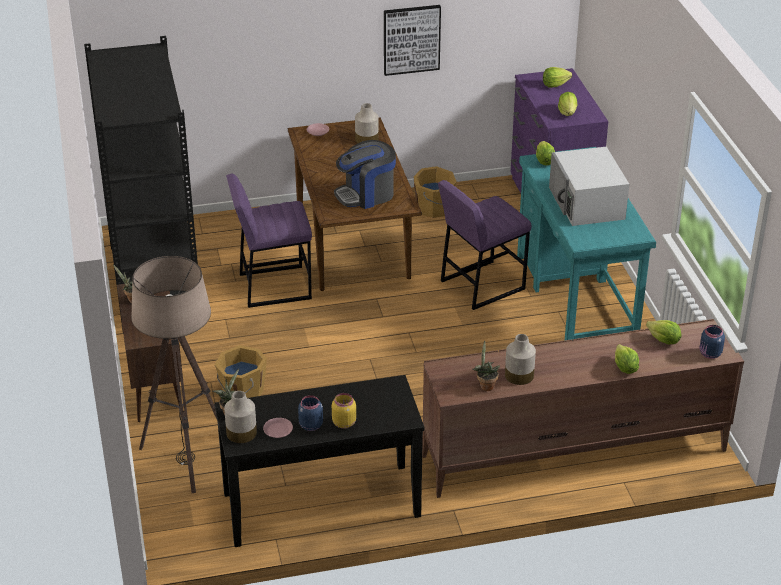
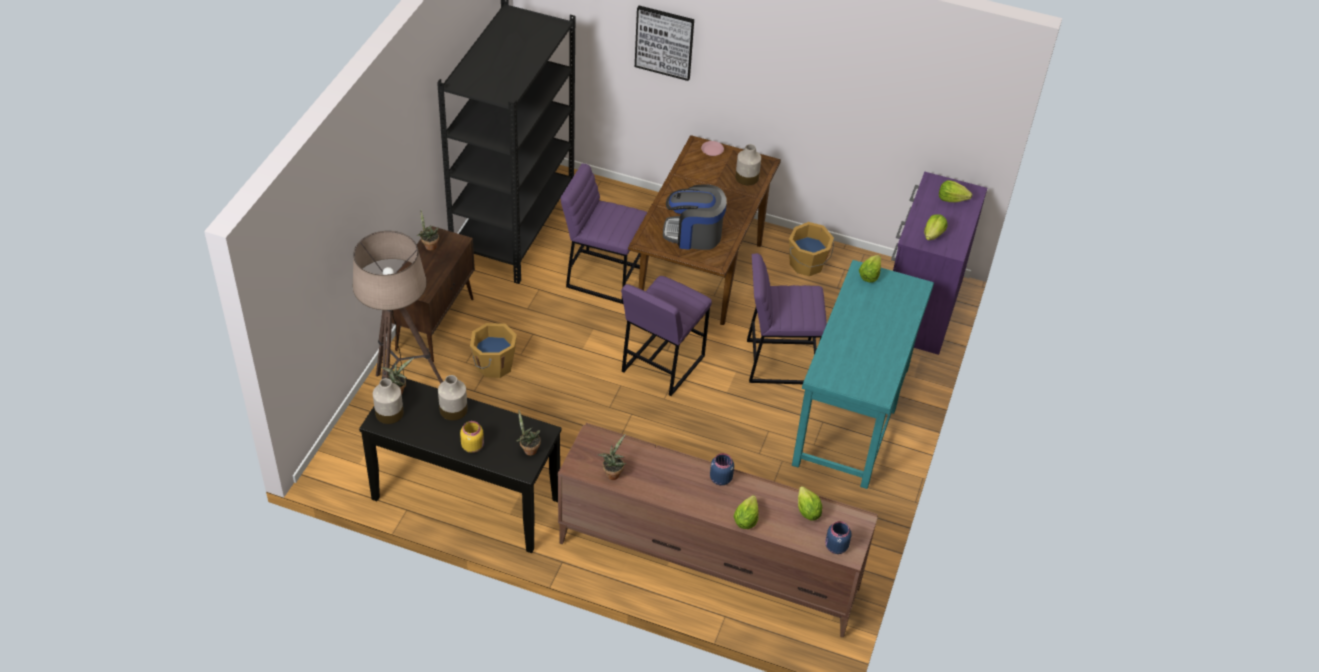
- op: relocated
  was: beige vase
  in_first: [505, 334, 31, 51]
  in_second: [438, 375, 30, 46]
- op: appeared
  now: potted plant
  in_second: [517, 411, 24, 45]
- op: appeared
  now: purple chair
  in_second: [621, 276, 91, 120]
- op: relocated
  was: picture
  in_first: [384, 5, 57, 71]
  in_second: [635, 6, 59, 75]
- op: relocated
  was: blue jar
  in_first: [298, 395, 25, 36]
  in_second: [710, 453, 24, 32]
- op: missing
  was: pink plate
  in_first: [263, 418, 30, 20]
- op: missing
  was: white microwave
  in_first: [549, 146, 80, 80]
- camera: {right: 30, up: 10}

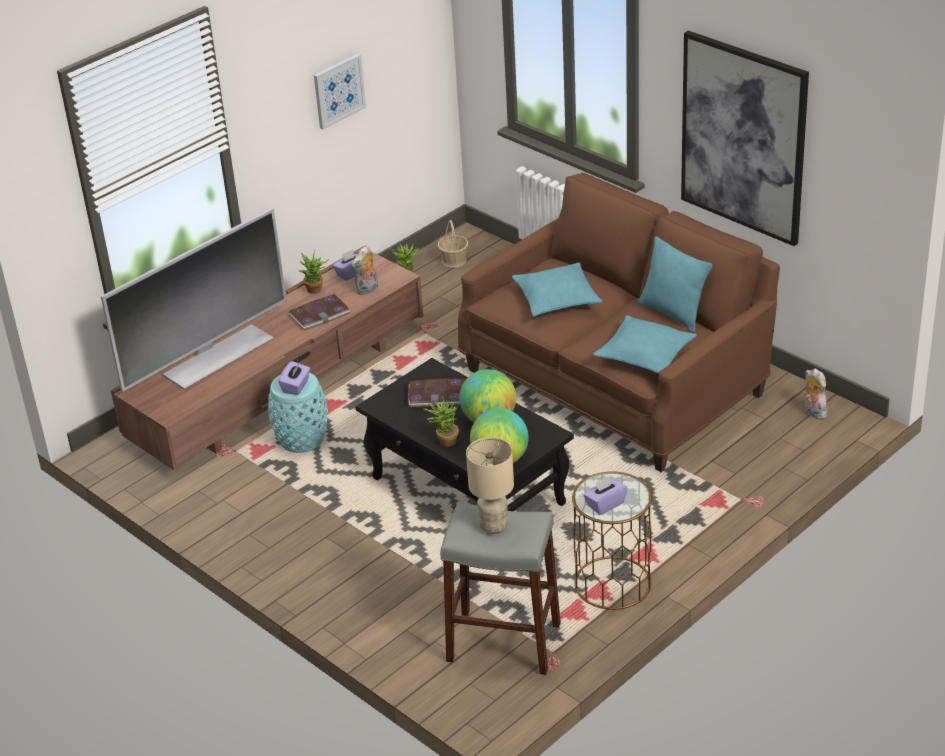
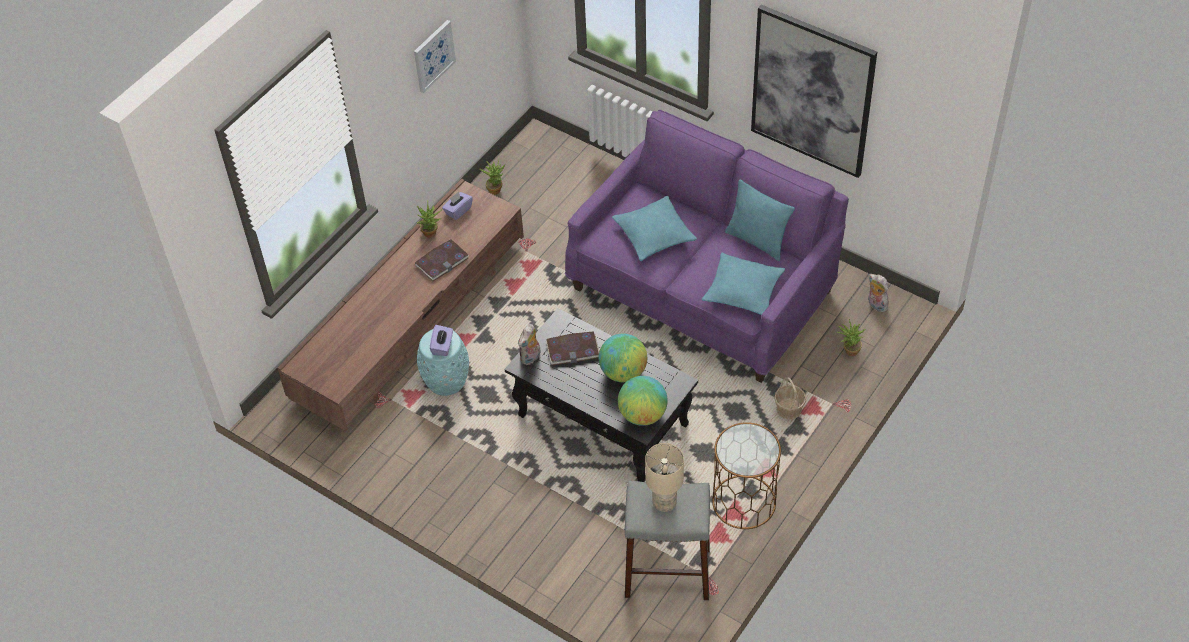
- op: relocated
  was: plush toy
  in_first: [352, 246, 26, 49]
  in_second: [518, 324, 23, 41]
- op: colour
  was: brown sofa
  now: purple sofa
  in_first: [458, 173, 322, 299]
  in_second: [565, 110, 284, 273]
- op: relocated
  was: basket
  in_first: [438, 220, 30, 48]
  in_second: [774, 377, 32, 43]
- op: relocated
  was: potted plant
  in_first: [423, 395, 36, 52]
  in_second: [837, 319, 28, 37]
- op: missing
  was: television
  in_first: [101, 208, 186, 184]
- op: missing
  was: purple tissue box
  in_first: [583, 476, 45, 39]
- camera: {right: -10, up: 15}

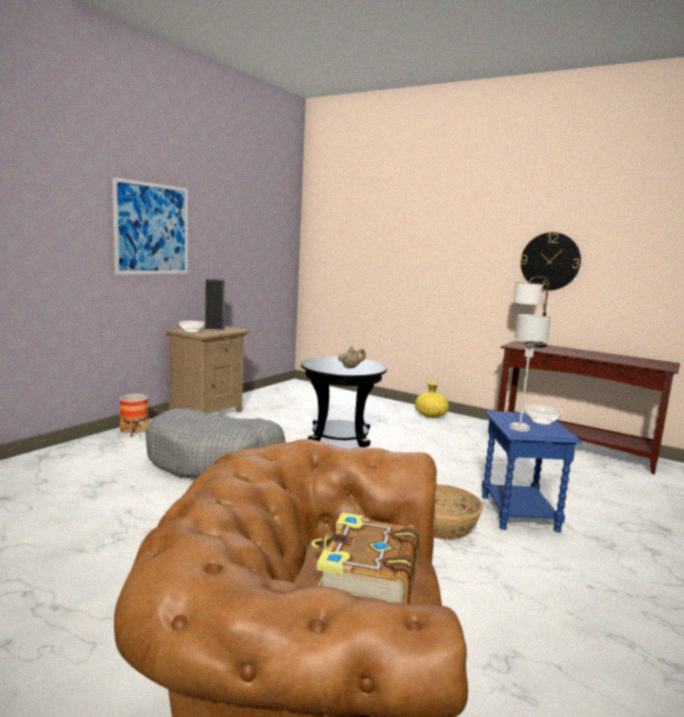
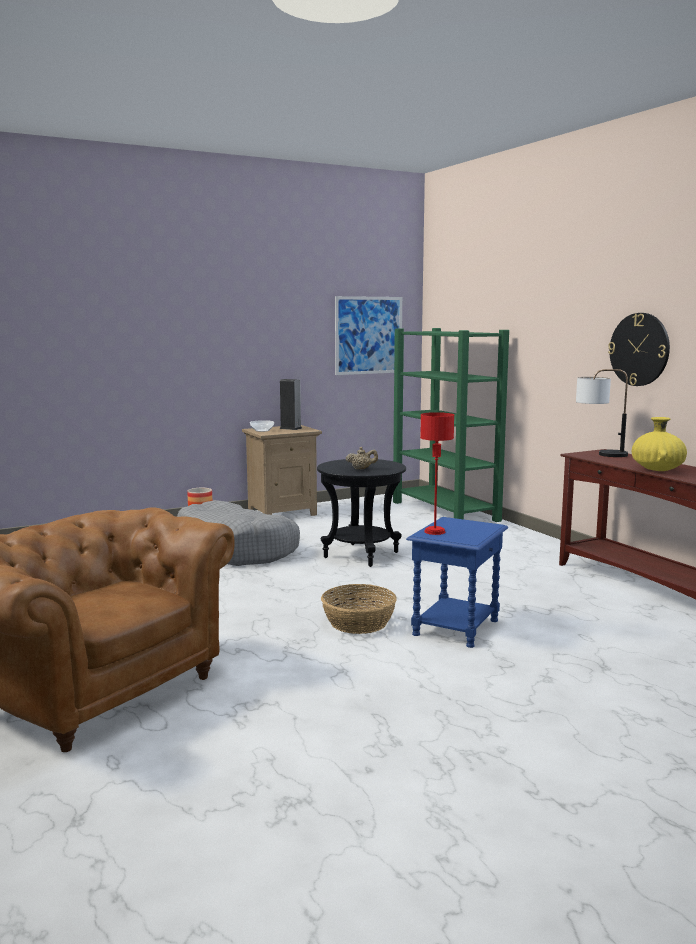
- op: relocated
  was: picture
  in_first: [112, 177, 76, 98]
  in_second: [335, 296, 67, 79]
- op: appeared
  now: green bookcase
  in_second: [393, 328, 116, 194]
- op: colour
  was: grey table lamp
  now: red table lamp
  in_first: [509, 314, 42, 118]
  in_second: [420, 412, 34, 123]
- op: relocated
  was: yellow vase
  in_first: [415, 382, 34, 36]
  in_second: [632, 417, 55, 54]
- op: missing
  was: book
  in_first: [311, 512, 109, 92]
- op: missing
  was: bowl
  in_first: [525, 405, 37, 20]
- camera: {right: 30, up: 0}

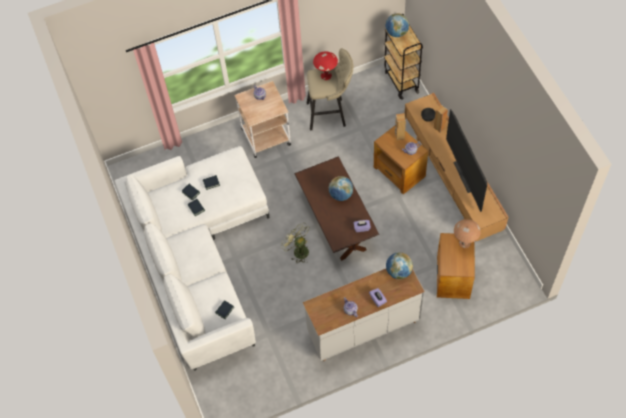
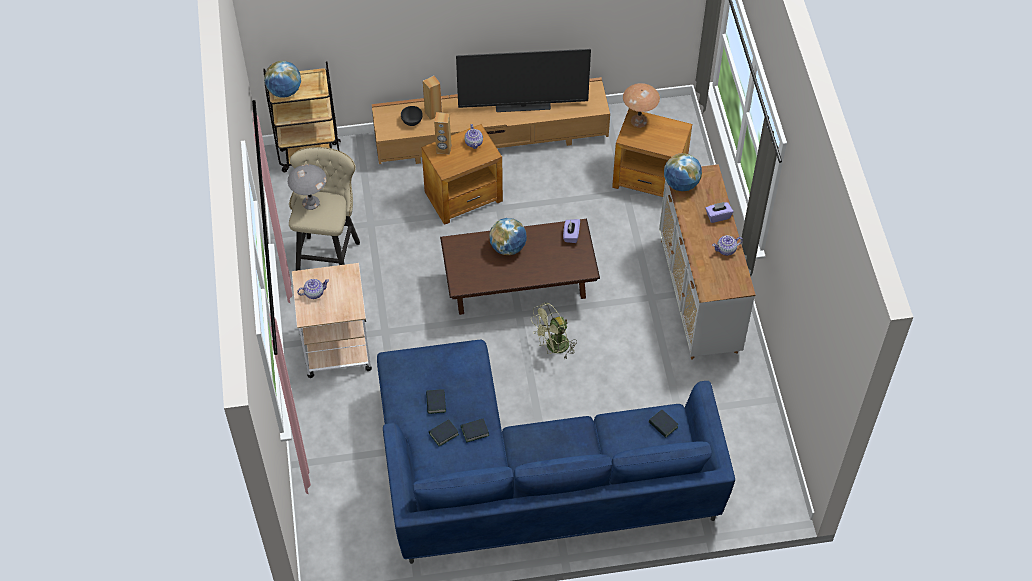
- op: colour
  was: red table lamp
  now: grey table lamp
  in_first: [313, 51, 25, 29]
  in_second: [288, 164, 39, 46]
- op: colour
  was: white sofa
  now: blue sofa
  in_first: [115, 146, 155, 225]
  in_second: [377, 340, 358, 224]
- camera: {right: -80, up: -5}

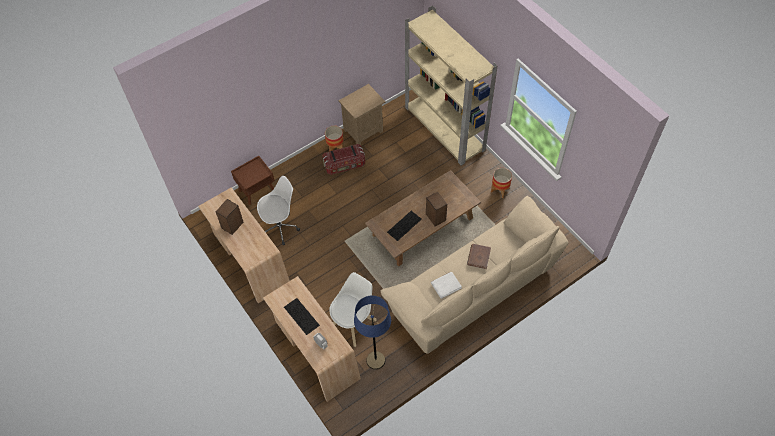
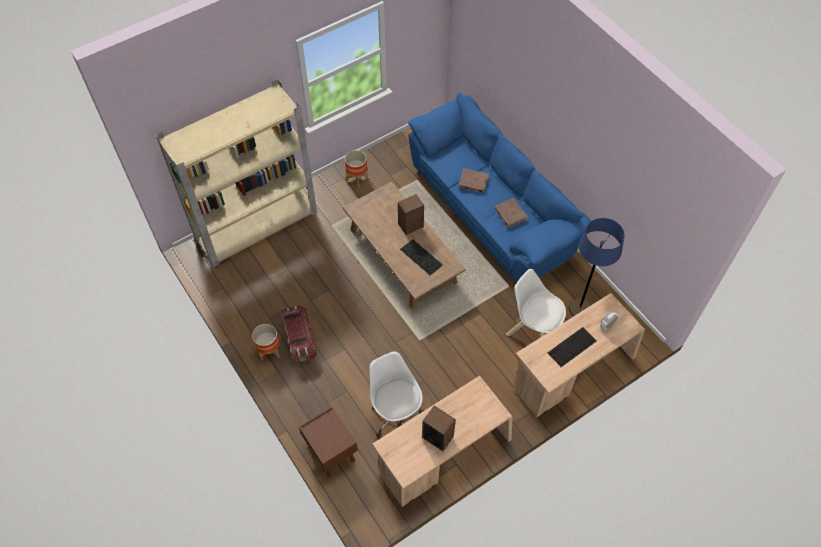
- op: colour
  was: beige sofa
  now: blue sofa
  in_first: [381, 196, 188, 158]
  in_second: [408, 92, 183, 191]
- op: colour
  was: white book
  now: brown book
  in_first: [431, 272, 31, 27]
  in_second: [495, 198, 33, 30]
- op: missing
  was: beige nightstand
  in_first: [338, 84, 47, 61]
- camera: {right: -90, up: 0}

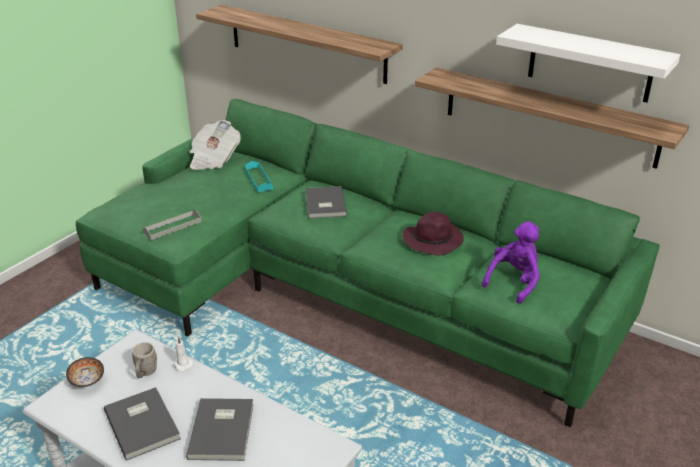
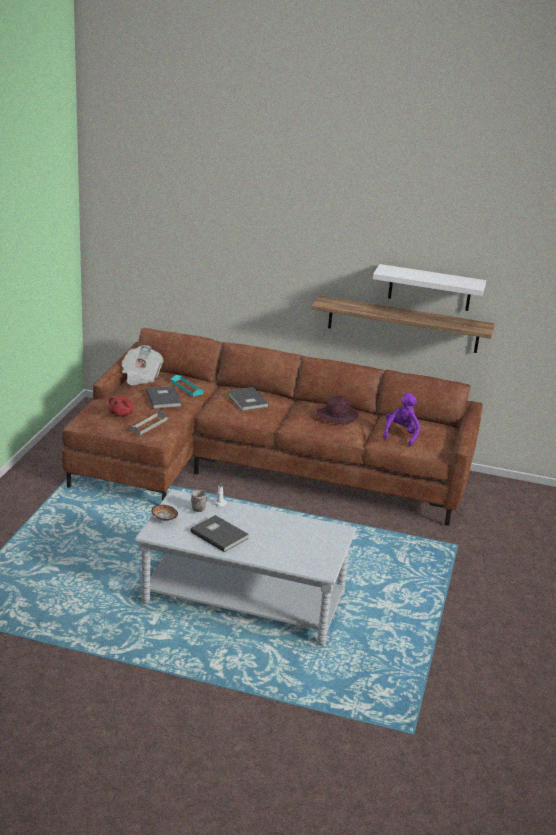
- op: colour
  was: green sofa
  now: brown sofa
  in_first: [76, 99, 584, 328]
  in_second: [62, 328, 421, 198]
- op: appeared
  now: red plush toy
  in_second: [108, 396, 26, 21]
- op: relocated
  was: grey book
  in_first: [186, 398, 68, 63]
  in_second: [146, 386, 36, 23]
- op: missing
  was: shelf
  in_first: [196, 5, 207, 79]
- camera: {right: -20, up: -5}

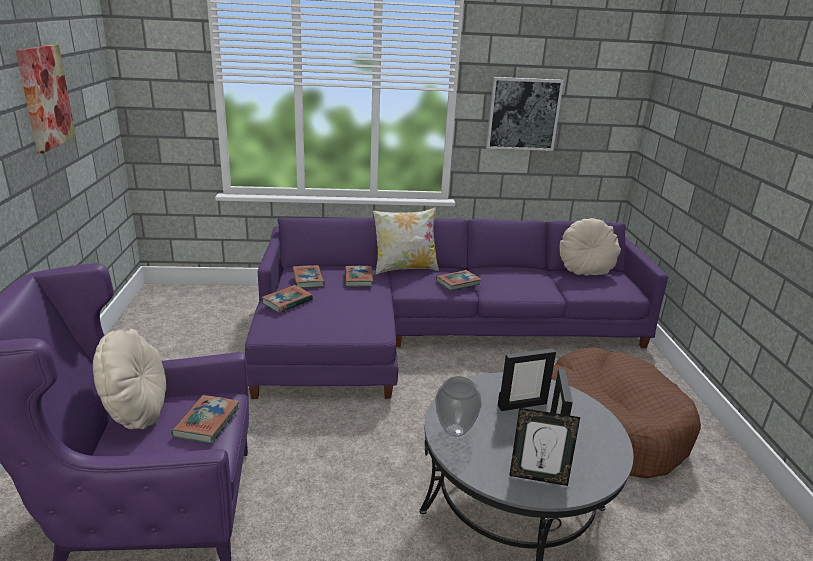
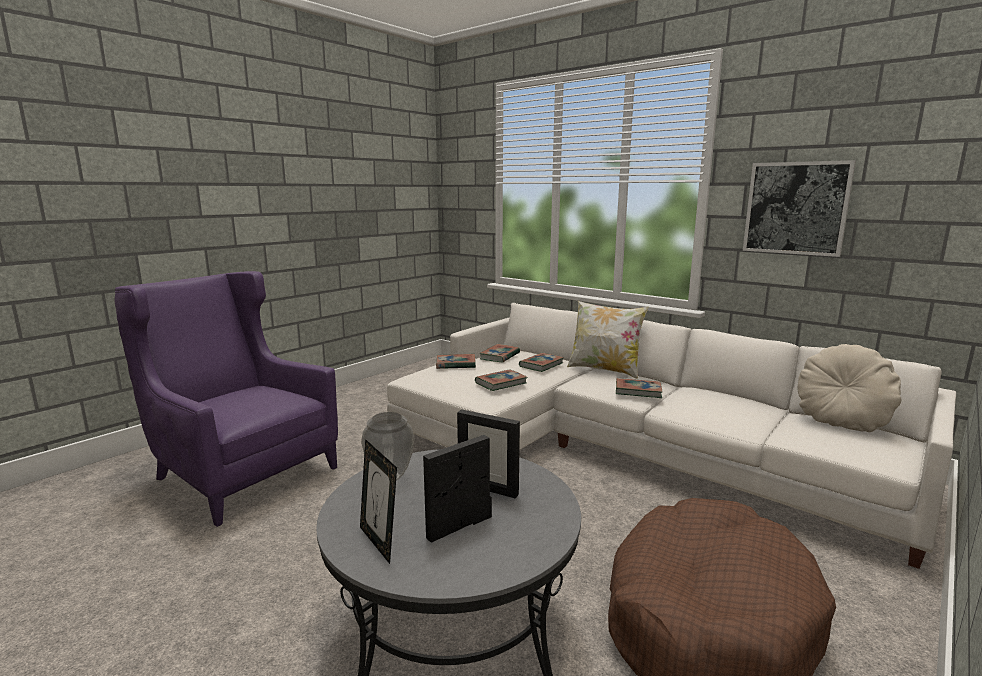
- op: colour
  was: purple sofa
  now: white sofa
  in_first: [245, 217, 423, 182]
  in_second: [387, 303, 569, 266]
- op: relocated
  was: book
  in_first: [171, 395, 69, 49]
  in_second: [475, 369, 52, 22]
- op: missing
  was: picture
  in_first: [15, 45, 61, 108]
- op: missing
  was: beige pillow
  in_first: [93, 329, 74, 100]
- camera: {right: 45, up: -10}

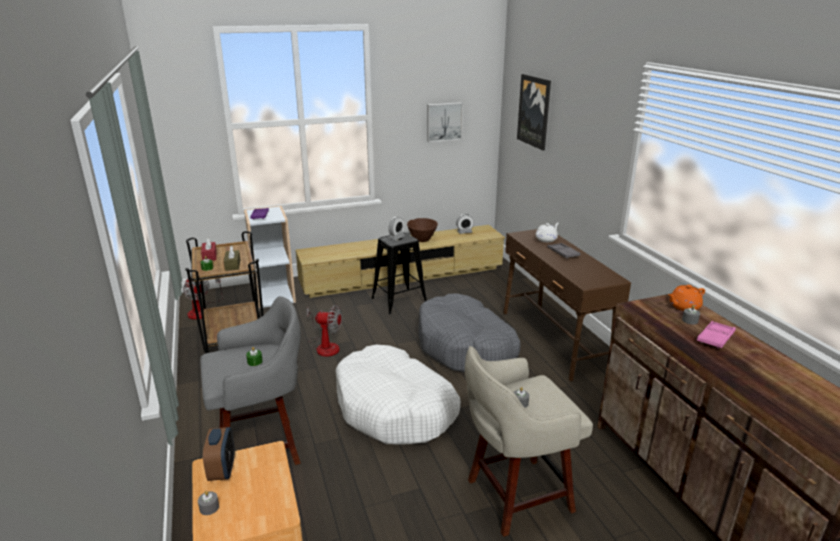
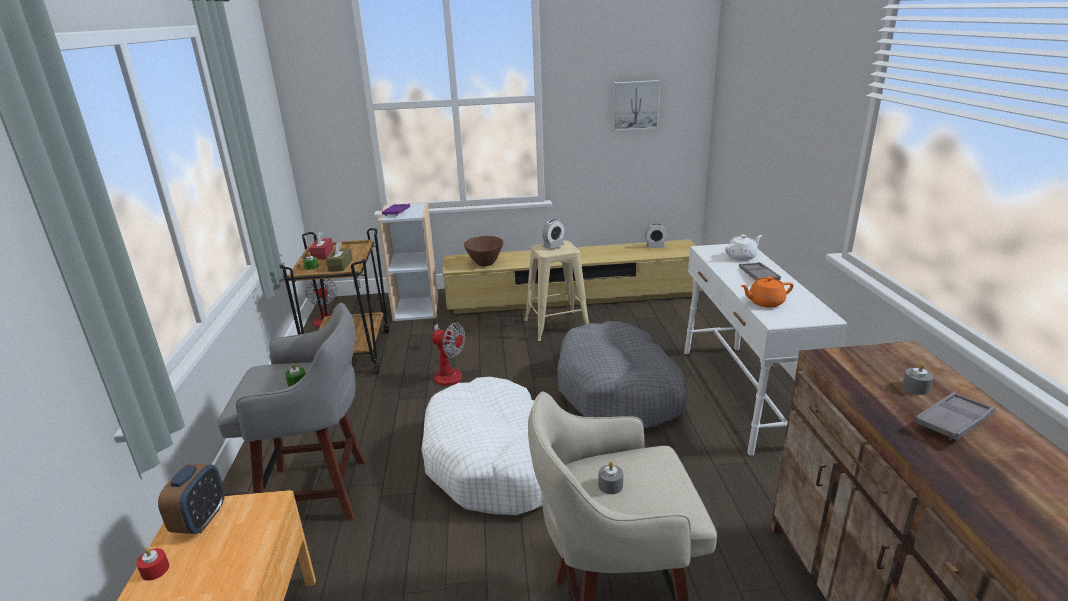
- op: colour
  was: grey candle
  now: red candle
  in_first: [198, 491, 21, 24]
  in_second: [136, 548, 33, 33]
- op: relocated
  was: brown bowl
  in_first: [407, 218, 31, 24]
  in_second: [464, 236, 39, 30]
- op: colour
  was: black stool
  now: beige stool
  in_first: [371, 232, 56, 82]
  in_second: [525, 240, 64, 101]
- op: colour
  was: brown console table
  now: white console table
  in_first: [503, 229, 128, 152]
  in_second: [684, 244, 163, 212]
- op: relocated
  was: orange teapot
  in_first: [668, 285, 37, 26]
  in_second: [740, 276, 54, 32]
- op: colour
  was: pink tray
  now: grey tray
  in_first: [697, 321, 39, 28]
  in_second: [914, 392, 81, 48]
- op: missing
  was: picture
  in_first: [517, 74, 34, 77]
- camera: {right: 15, up: 0}

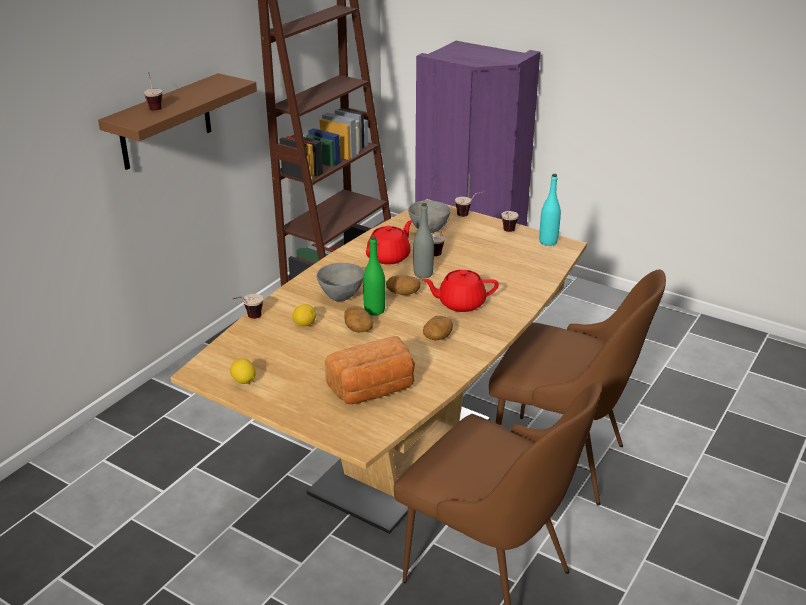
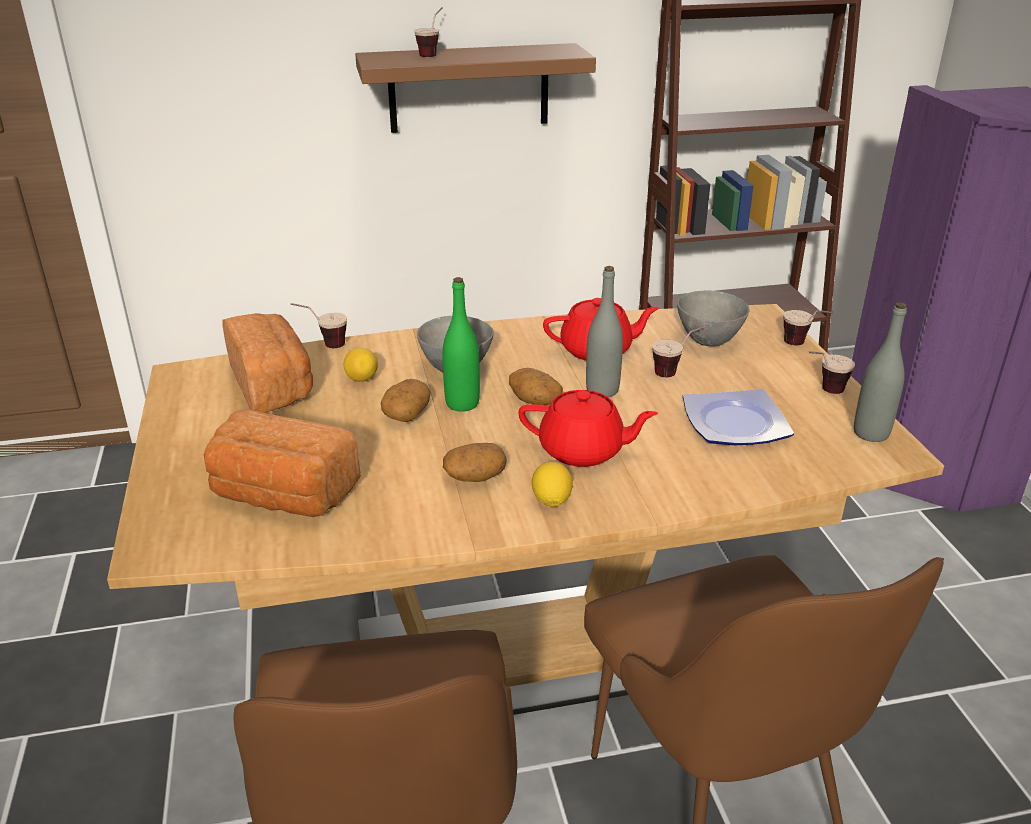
- op: appeared
  now: bread
  in_second: [222, 313, 91, 100]
- op: spun
  was: red teapot
  in_first: [422, 270, 77, 42]
  in_second: [518, 390, 140, 77]
  clockwise: 150
- op: relocated
  was: lemon
  in_first: [230, 358, 26, 26]
  in_second: [532, 462, 41, 45]
- op: appeared
  now: plate
  in_second: [683, 389, 111, 56]
- op: colour
  was: turquoise bottle
  now: grey bottle
  in_first: [539, 174, 22, 72]
  in_second: [854, 302, 53, 140]
- camera: {right: 45, up: 0}

